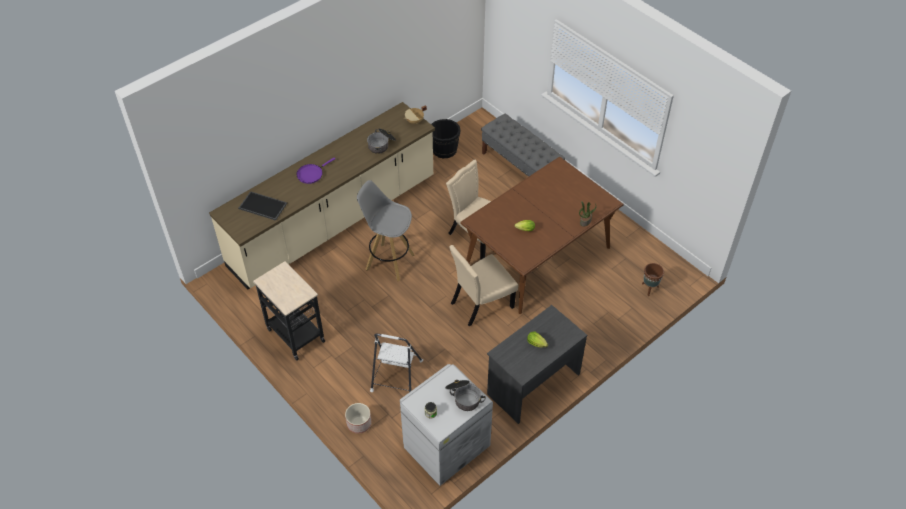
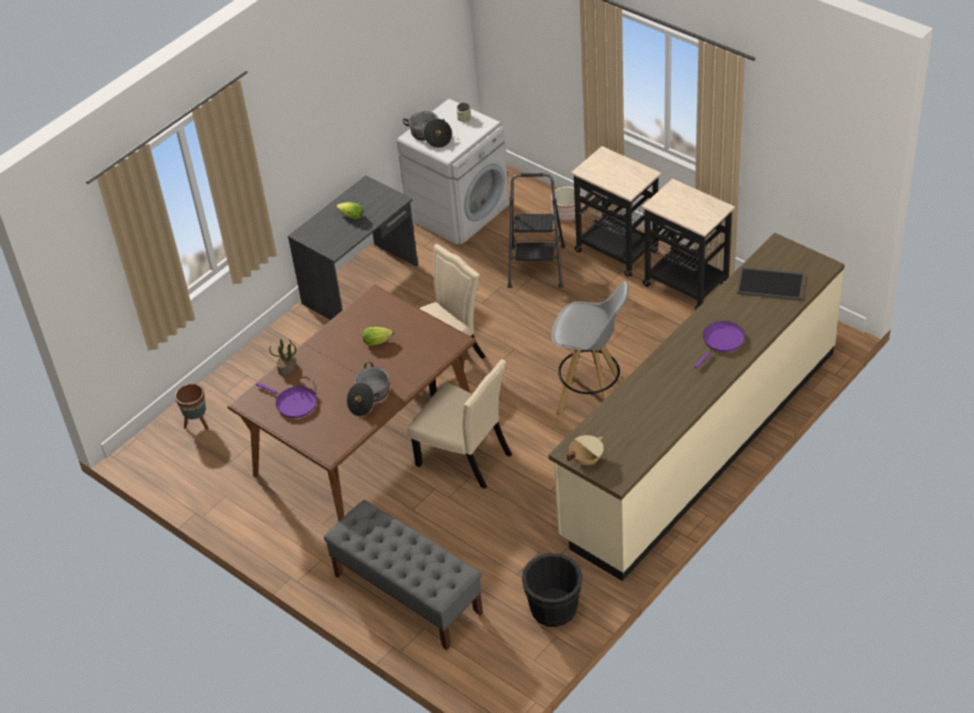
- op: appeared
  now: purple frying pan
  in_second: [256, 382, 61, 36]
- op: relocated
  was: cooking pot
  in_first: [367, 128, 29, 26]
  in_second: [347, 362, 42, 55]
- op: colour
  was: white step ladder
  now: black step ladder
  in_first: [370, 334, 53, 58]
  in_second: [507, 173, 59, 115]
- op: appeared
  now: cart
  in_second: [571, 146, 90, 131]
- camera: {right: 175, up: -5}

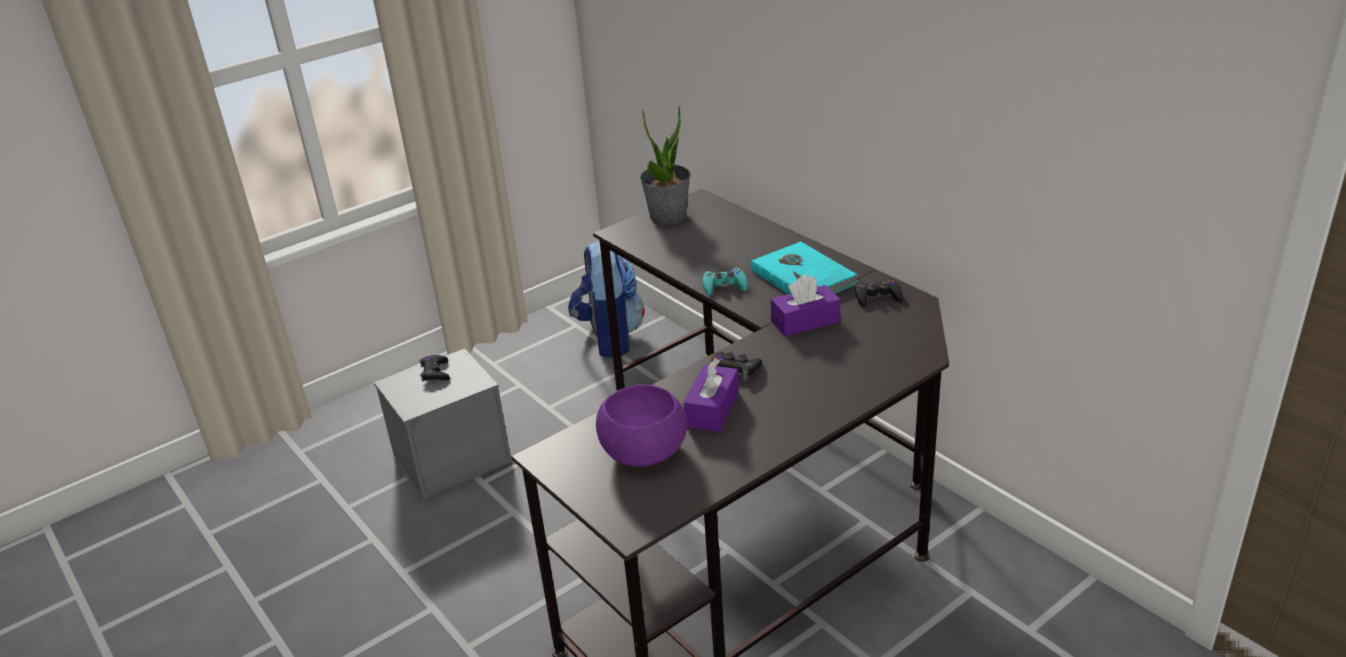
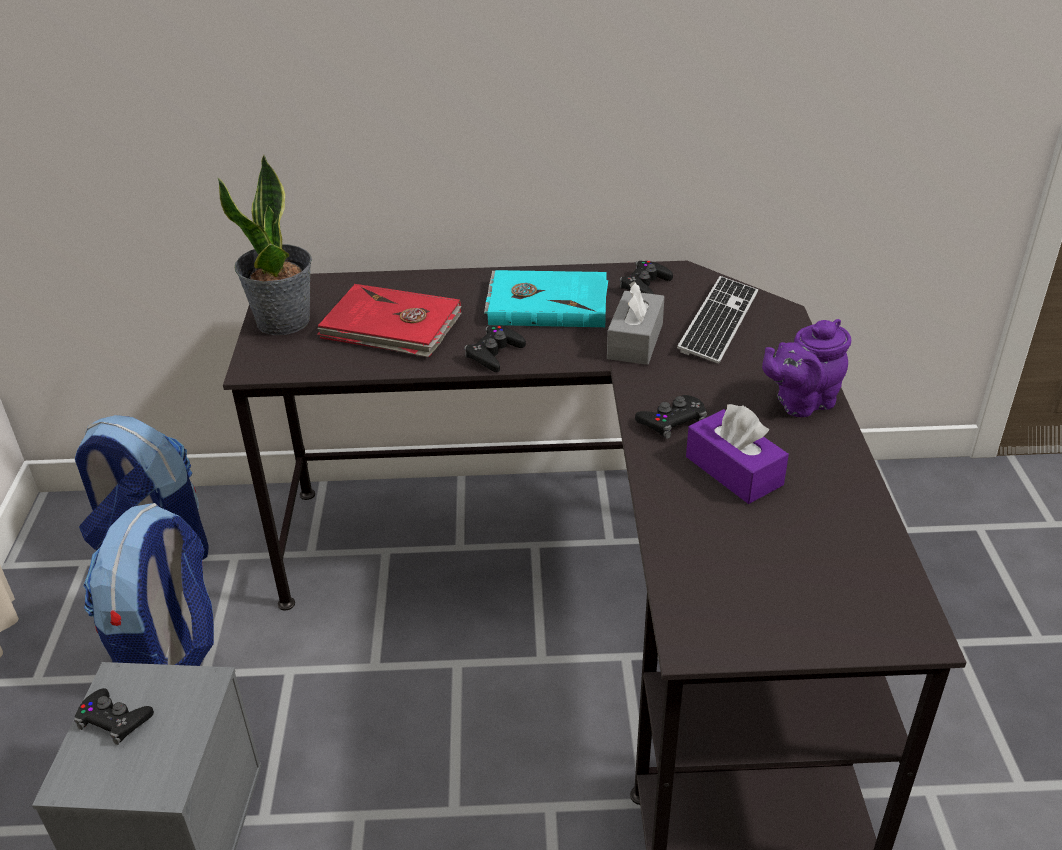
- op: appeared
  now: backpack
  in_second: [83, 503, 131, 163]
- op: appeared
  now: red book
  in_second: [317, 284, 145, 73]
- op: colour
  was: turquoise game controller
  now: black game controller
  in_first: [703, 268, 45, 27]
  in_second: [464, 326, 62, 46]
- op: colour
  was: purple tissue box
  now: grey tissue box
  in_first: [771, 275, 69, 62]
  in_second: [607, 281, 58, 84]
- op: appeared
  now: keyboard
  in_second: [677, 276, 81, 88]
- op: appeared
  now: purple teapot
  in_second: [762, 319, 89, 98]
- op: missing
  was: purple bowl
  in_first: [596, 384, 92, 83]
- camera: {right: -55, up: 5}

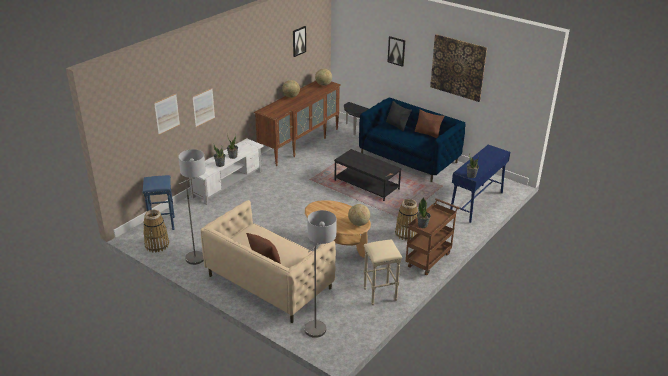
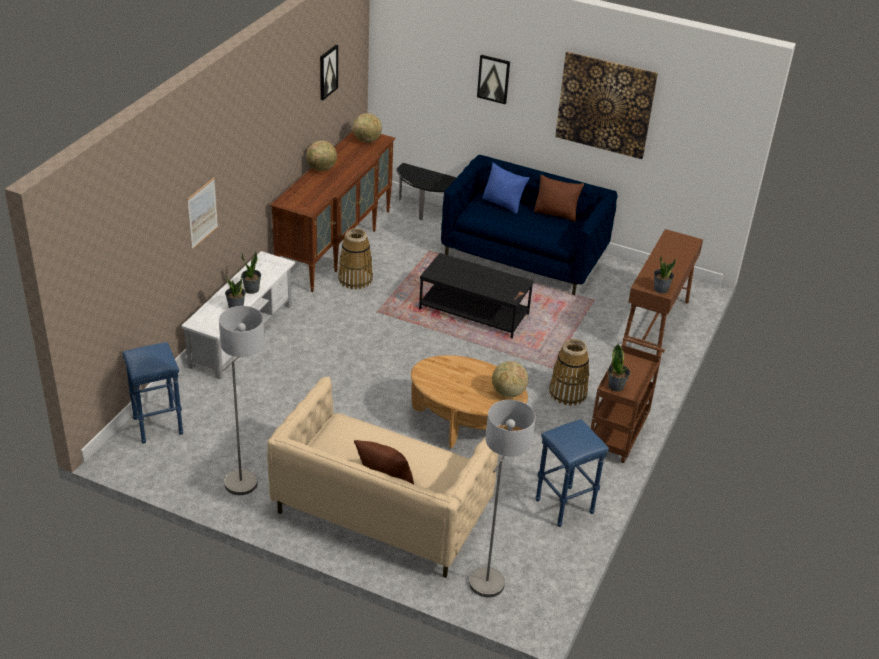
- op: relocated
  was: basket
  in_first: [143, 210, 26, 43]
  in_second: [338, 228, 35, 62]
- op: colour
  was: black pillow
  now: blue pillow
  in_first: [386, 101, 26, 30]
  in_second: [482, 163, 48, 51]
- op: colour
  was: beige stool
  now: blue stool
  in_first: [363, 240, 39, 65]
  in_second: [536, 419, 73, 108]
- op: colour
  was: blue console table
  now: brown console table
  in_first: [450, 145, 60, 78]
  in_second: [622, 229, 81, 127]
- op: missing
  was: picture
  in_first: [154, 94, 26, 41]
- camera: {right: -15, up: 5}

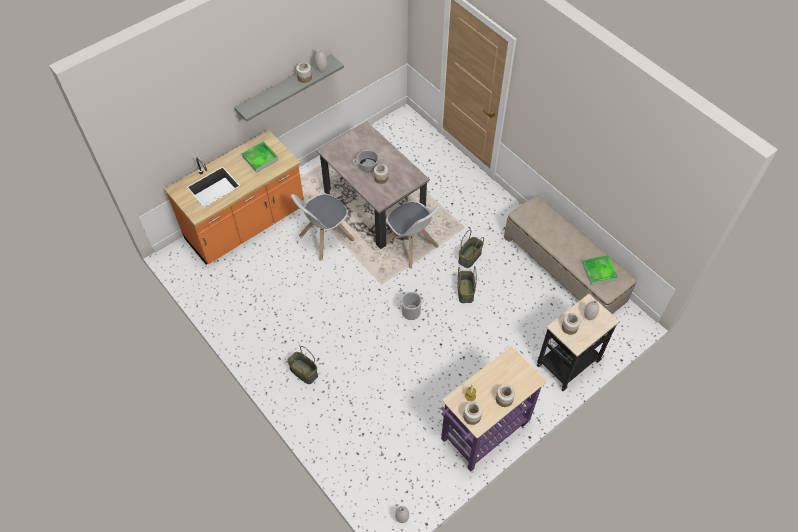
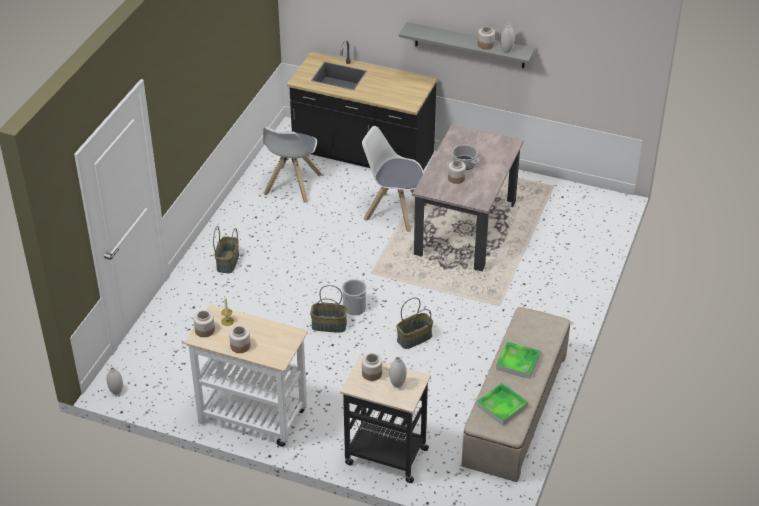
- op: colour
  was: purple cart
  now: white cart
  in_first: [441, 346, 106, 126]
  in_second: [181, 304, 127, 143]
- op: relocated
  was: chair
  in_first: [386, 201, 54, 67]
  in_second: [263, 127, 59, 76]
- op: colour
  was: orange counter
  now: black counter
  in_first: [164, 130, 140, 135]
  in_second: [287, 40, 151, 130]
- op: relocated
  was: basket
  in_first: [458, 229, 26, 39]
  in_second: [310, 285, 37, 48]
- op: relocated
  was: tray
  in_first: [241, 141, 38, 32]
  in_second: [496, 341, 45, 38]
- camera: {right: 60, up: -15}

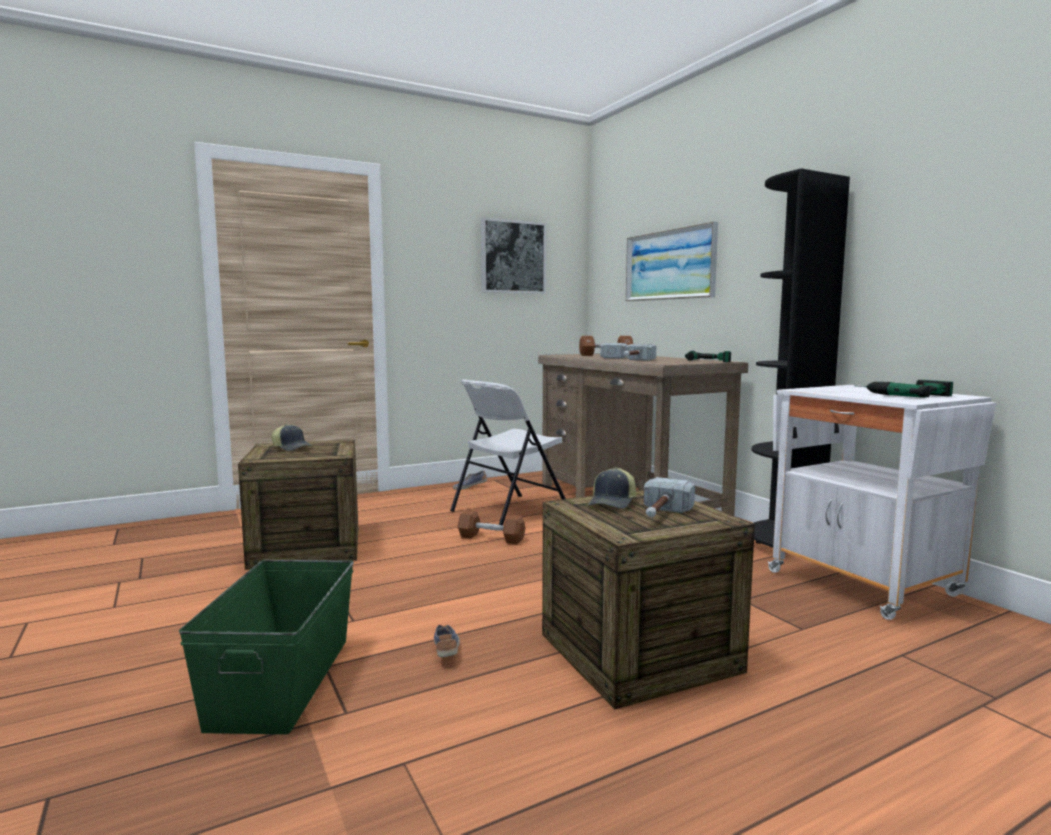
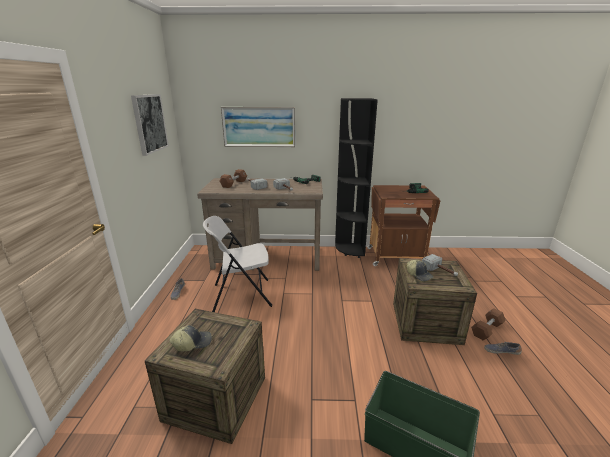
- op: spun
  was: white chair
  in_first: [450, 379, 116, 147]
  in_second: [203, 216, 69, 96]
  clockwise: 90
- op: colour
  was: white cart
  now: brown cart
  in_first: [768, 385, 228, 235]
  in_second: [367, 185, 74, 81]
- op: relocated
  was: brown dumbbell
  in_first: [458, 510, 68, 34]
  in_second: [471, 308, 35, 32]
- op: relocated
  was: shoe
  in_first: [434, 625, 26, 32]
  in_second: [484, 342, 38, 13]
- camera: {right: -60, up: 15}

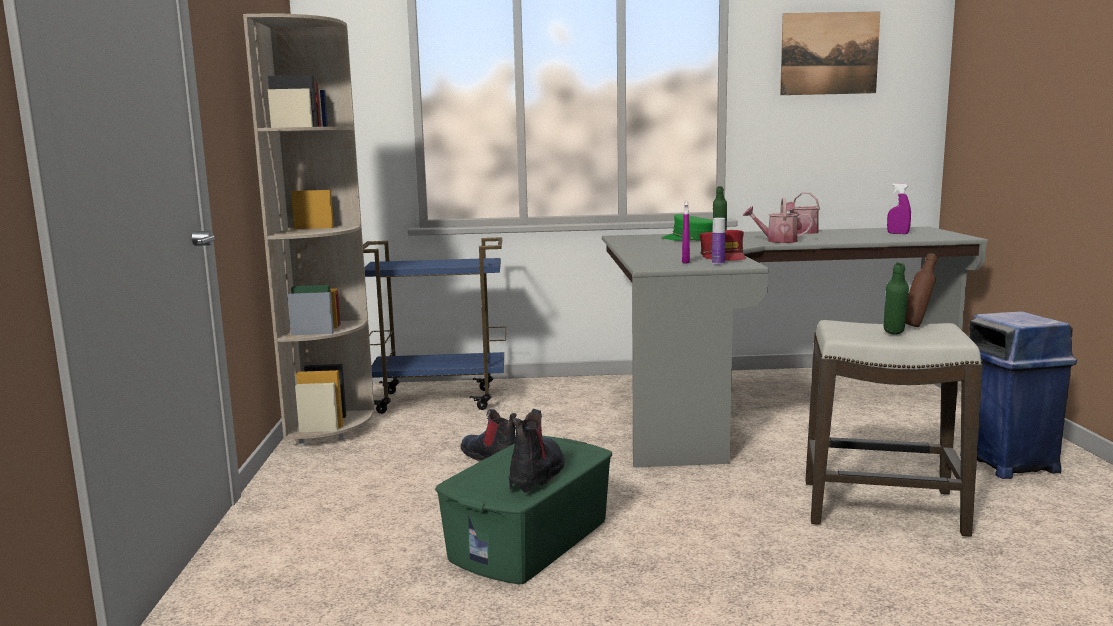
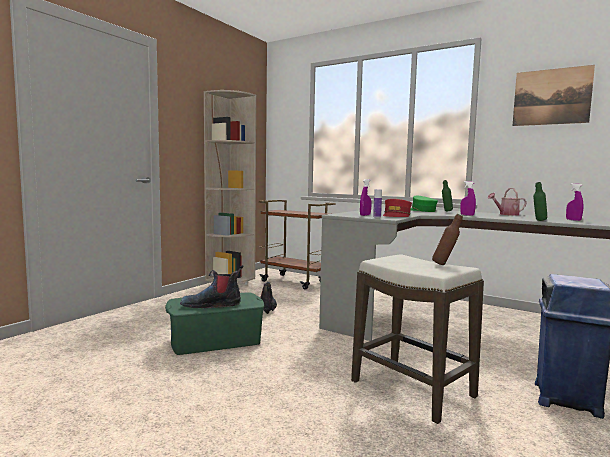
- op: spun
  was: boot
  in_first: [509, 409, 56, 84]
  in_second: [180, 265, 64, 43]
  clockwise: -150
- op: colour
  was: blue cart
  now: brown cart
  in_first: [363, 237, 144, 177]
  in_second: [259, 200, 77, 90]
- op: exchanged
  was: watering can
  now: purple spray bottle
  in_first: [743, 198, 70, 45]
  in_second: [460, 181, 16, 35]
- op: relocated
  was: green bottle
  in_first: [884, 262, 25, 73]
  in_second: [533, 182, 14, 39]
- camera: {right: 35, up: -5}

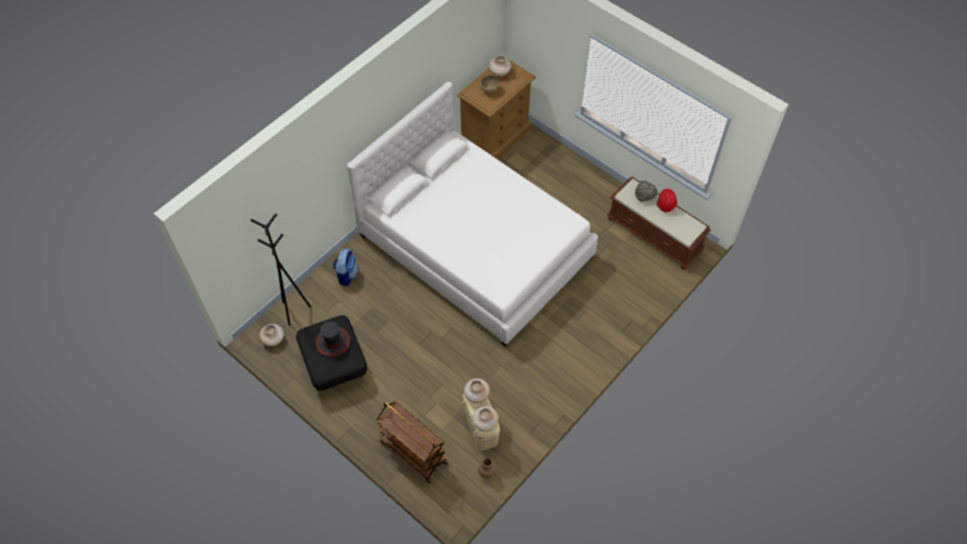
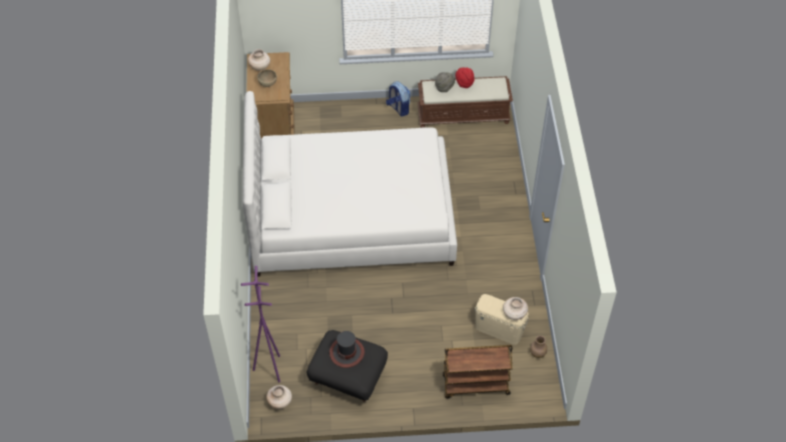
- op: colour
  was: black clothes rack
  now: purple clothes rack
  in_first: [250, 213, 61, 113]
  in_second: [241, 266, 39, 116]
- op: relocated
  was: backpack
  in_first: [333, 248, 26, 38]
  in_second: [386, 81, 24, 35]
- op: missing
  was: beige vase
  in_first: [464, 378, 26, 25]
- camera: {right: -45, up: -5}

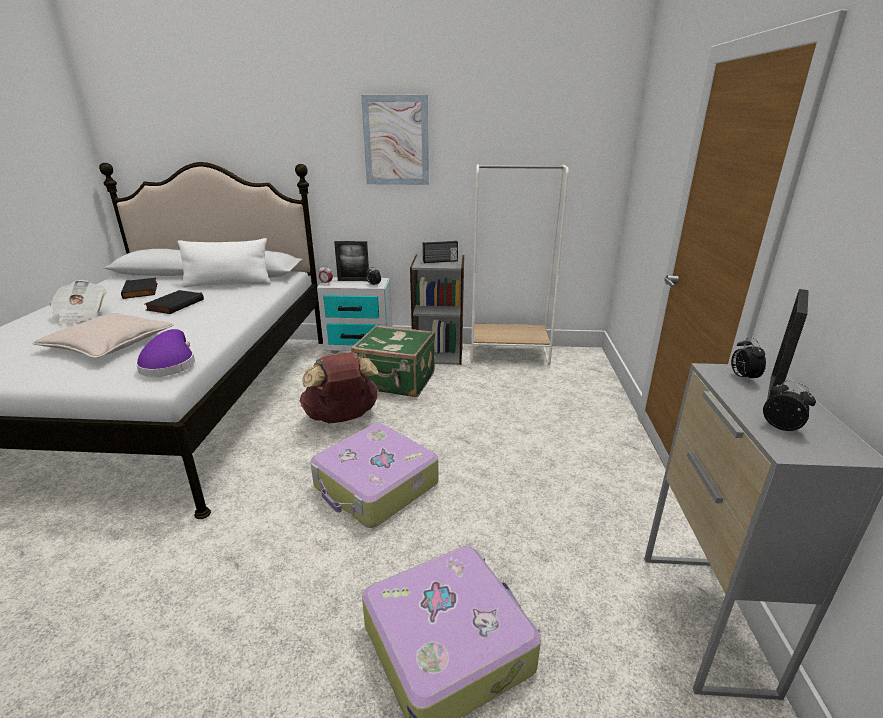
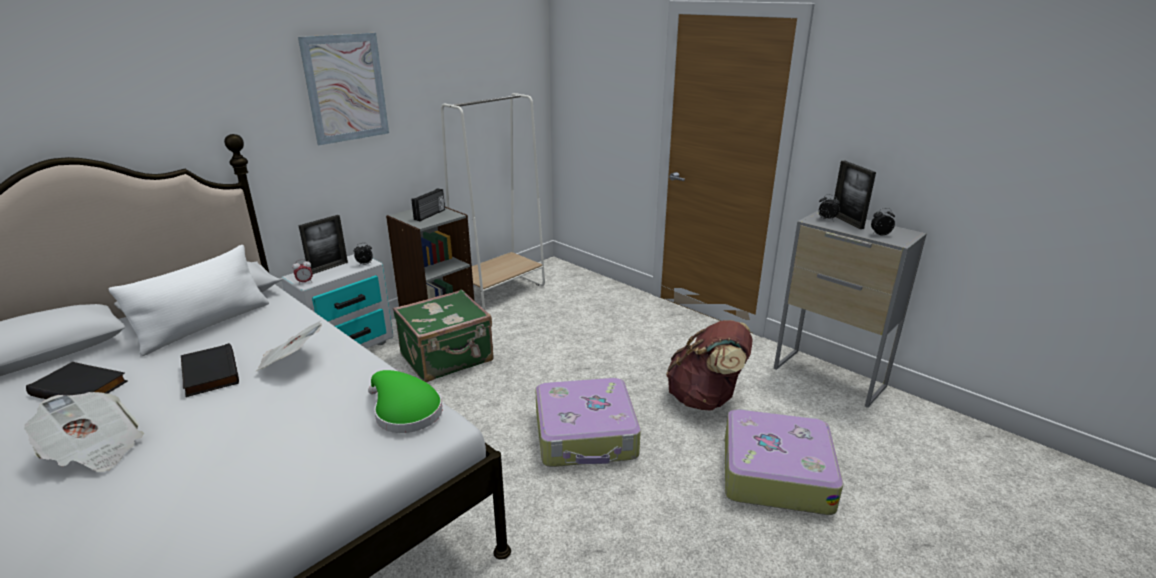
- op: appeared
  now: newspaper
  in_second: [255, 321, 67, 51]
- op: colour
  was: purple hat
  now: green hat
  in_first: [136, 329, 59, 48]
  in_second: [368, 370, 74, 63]
- op: relocated
  was: brown backpack
  in_first: [300, 352, 79, 71]
  in_second: [666, 320, 87, 90]
- op: missing
  was: beige pillow
  in_first: [32, 313, 142, 45]
- camera: {right: -50, up: 0}

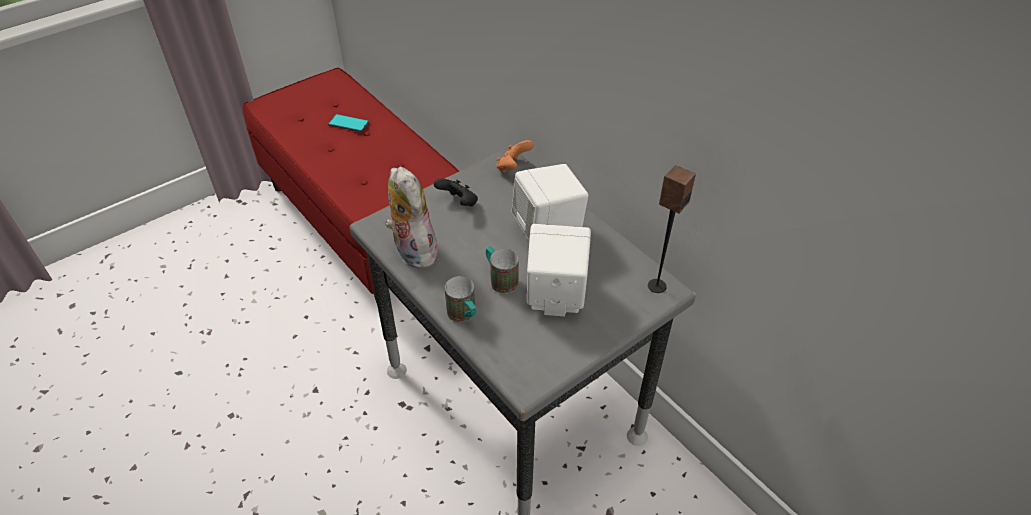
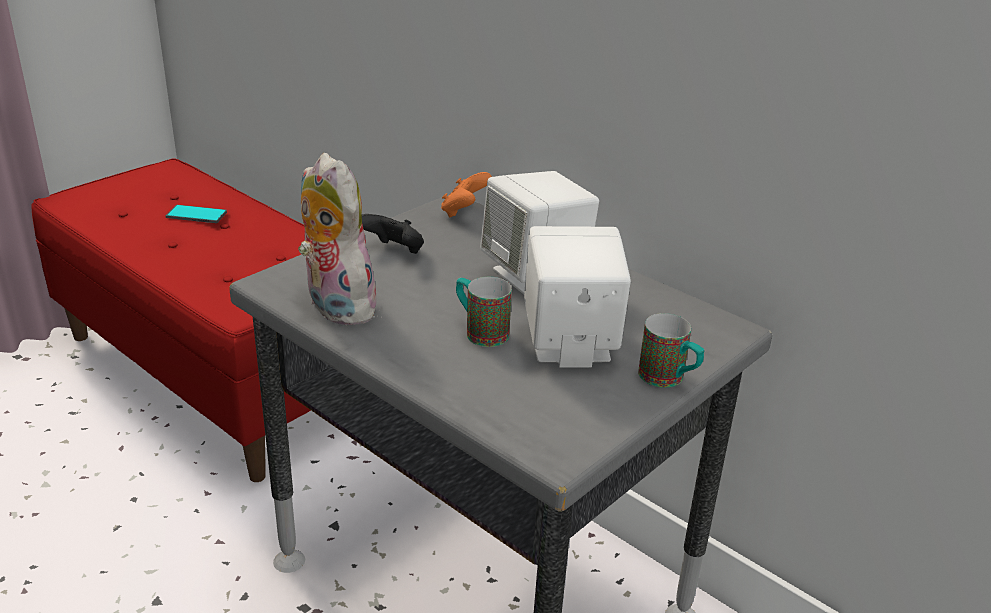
- op: relocated
  was: mug
  in_first: [445, 276, 32, 47]
  in_second: [638, 313, 67, 75]
- op: missing
  was: speaker
  in_first: [648, 165, 48, 128]
- camera: {right: -10, up: -15}

